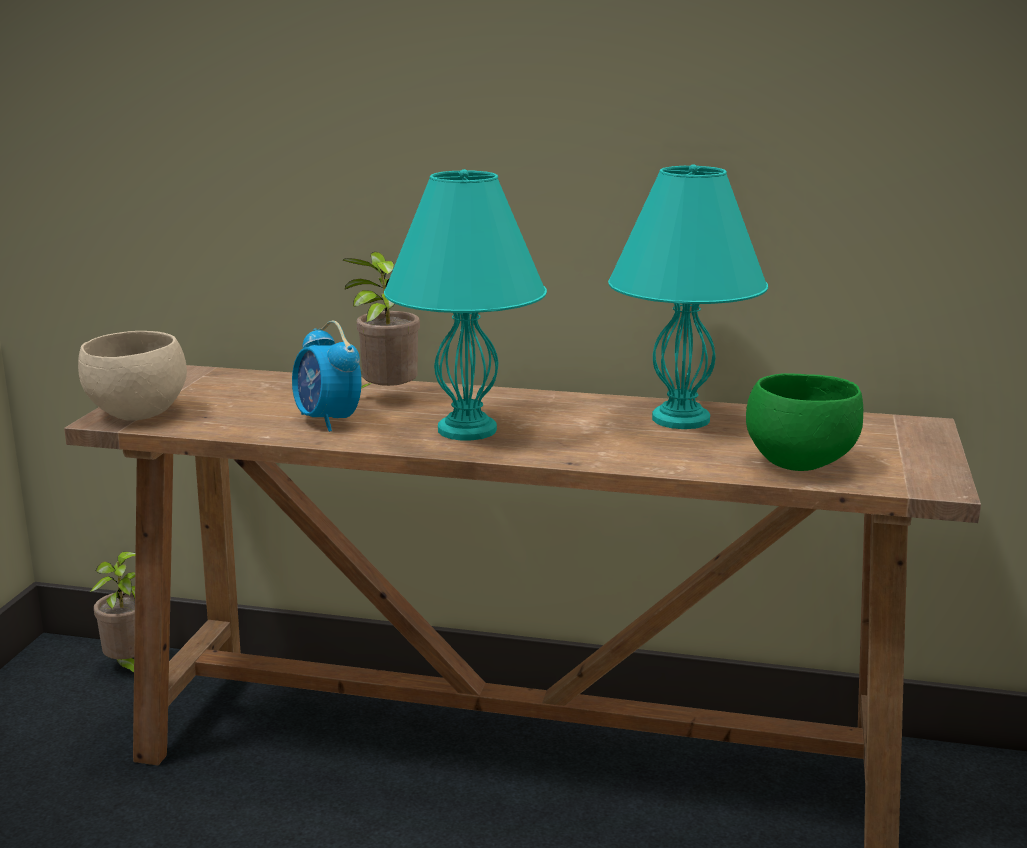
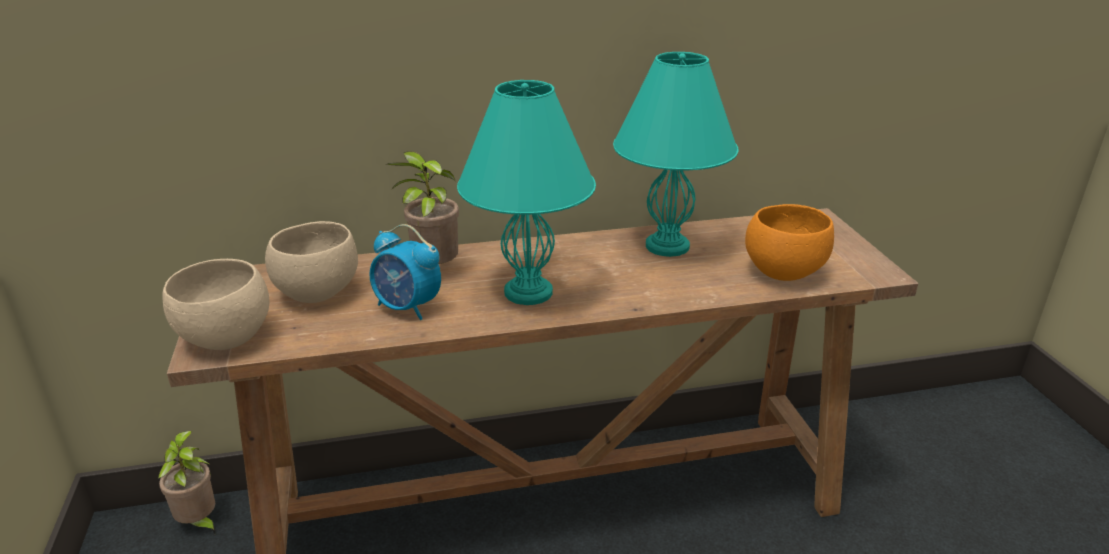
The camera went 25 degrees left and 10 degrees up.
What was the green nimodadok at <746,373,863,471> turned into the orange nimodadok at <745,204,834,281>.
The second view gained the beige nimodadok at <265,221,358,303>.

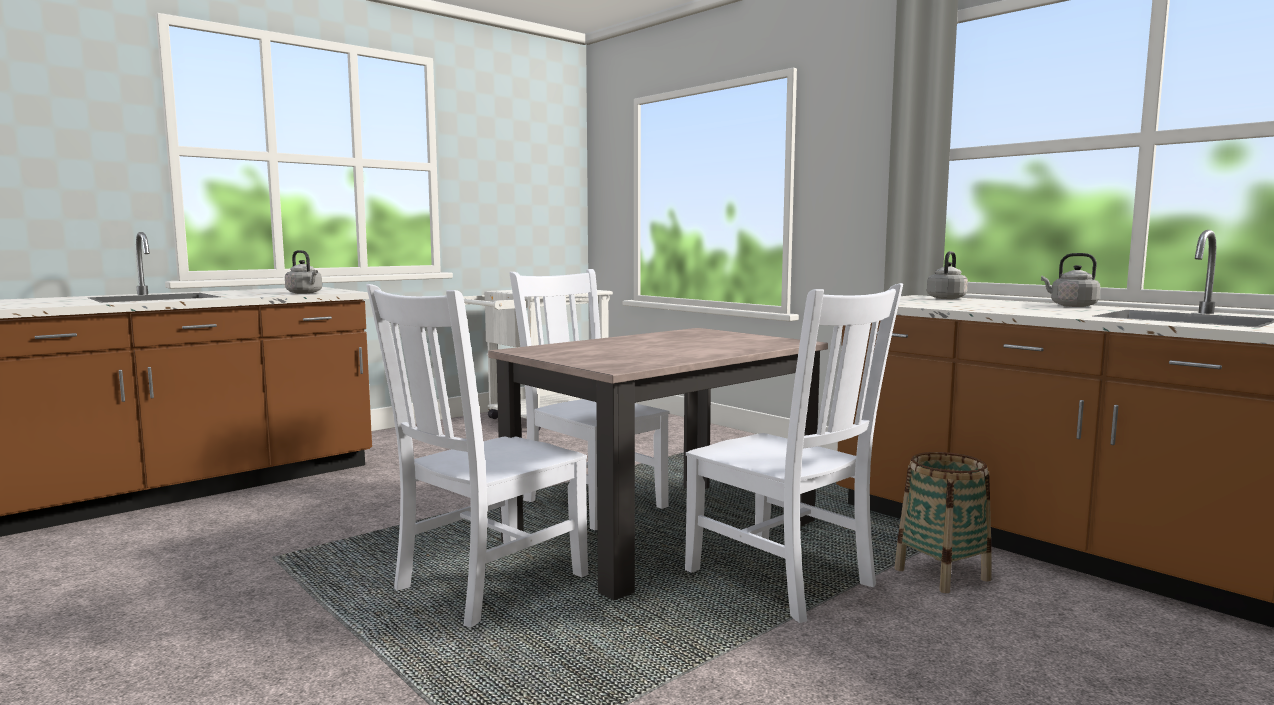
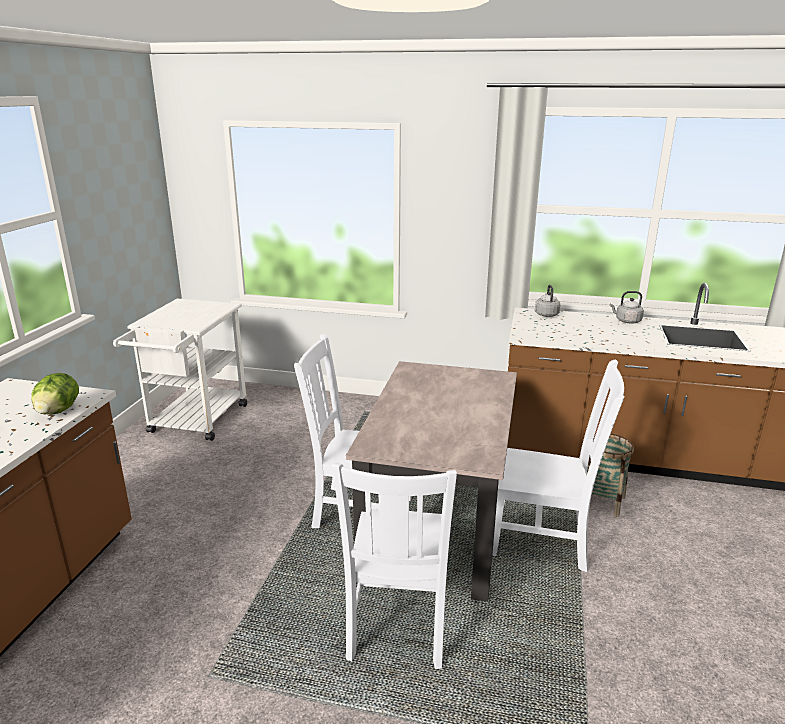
The camera went 35 degrees left and 15 degrees up.
Where the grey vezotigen stood at <285,250,322,294>, the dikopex came to stand at <32,373,79,415>.

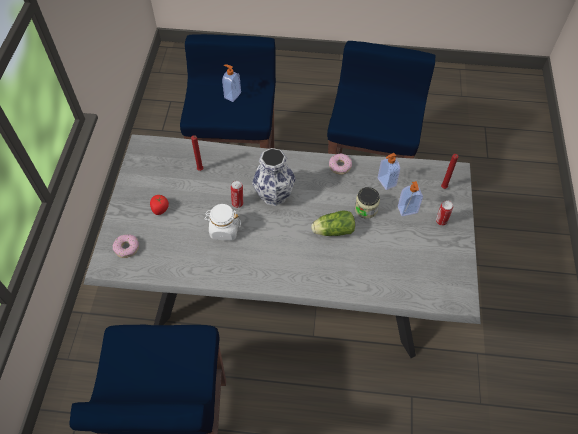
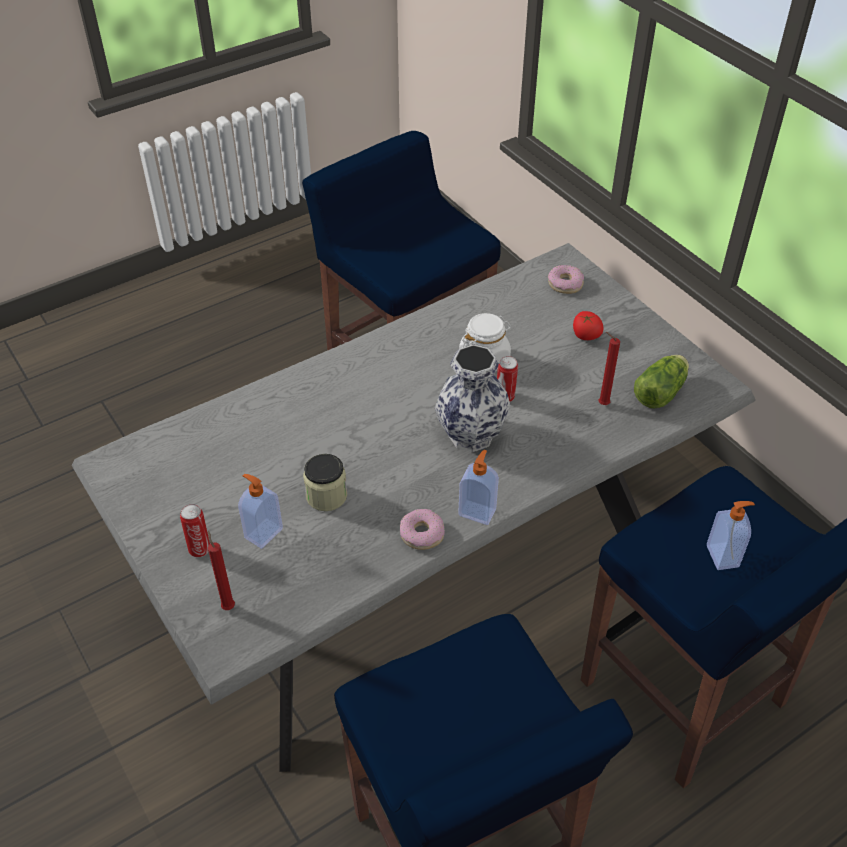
The camera went 140 degrees right and 10 degrees down.
The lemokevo ended up elsewhere, having gone from <378,153,400,190> to <458,450,499,525>.
The dikopex ended up elsewhere, having gone from <311,211,355,236> to <634,355,689,408>.

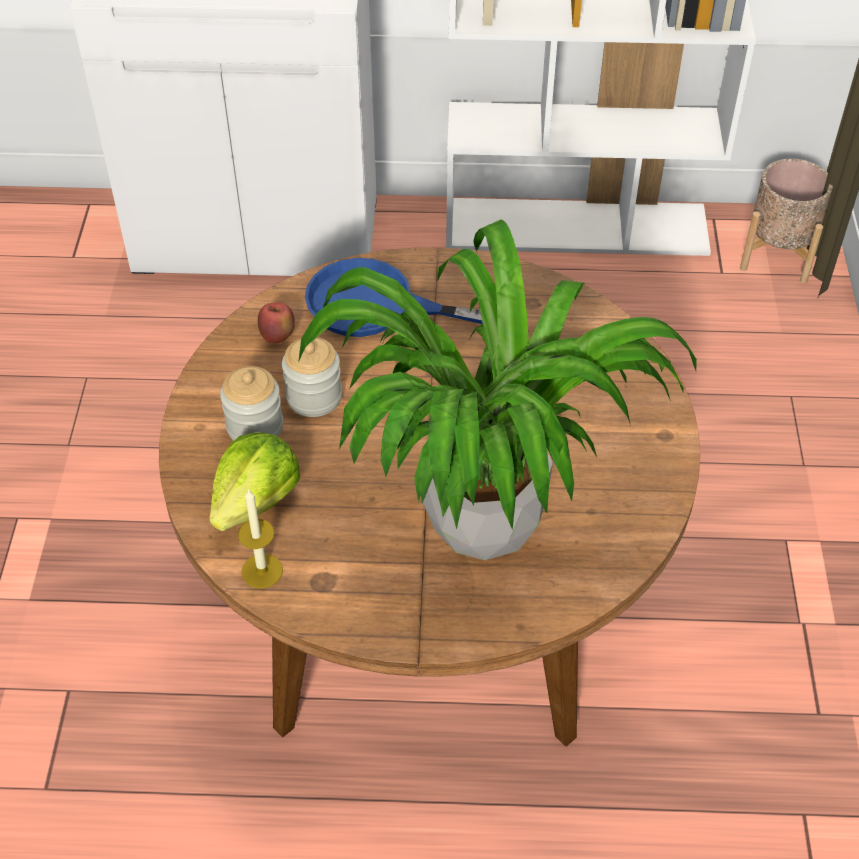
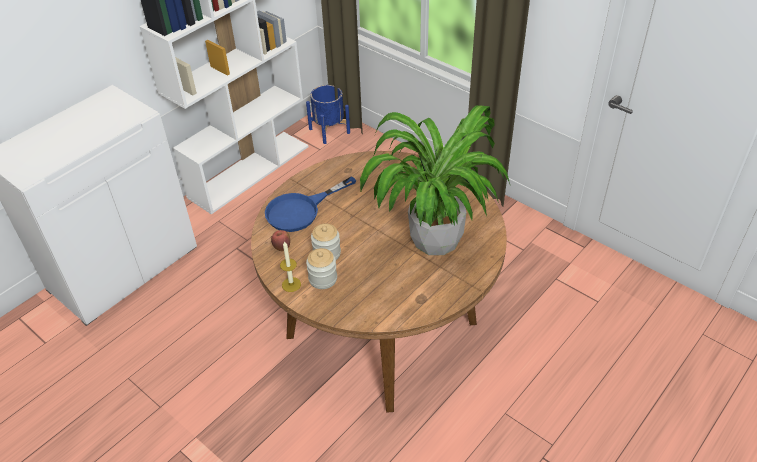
The camera went 50 degrees left and 5 degrees down.
What was the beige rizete at <740,159,833,283> turned into the blue rizete at <306,85,350,144>.
The second view lost the dikopex at <209,432,300,531>.
The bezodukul ended up elsewhere, having gone from <238,488,283,588> to <280,241,301,292>.

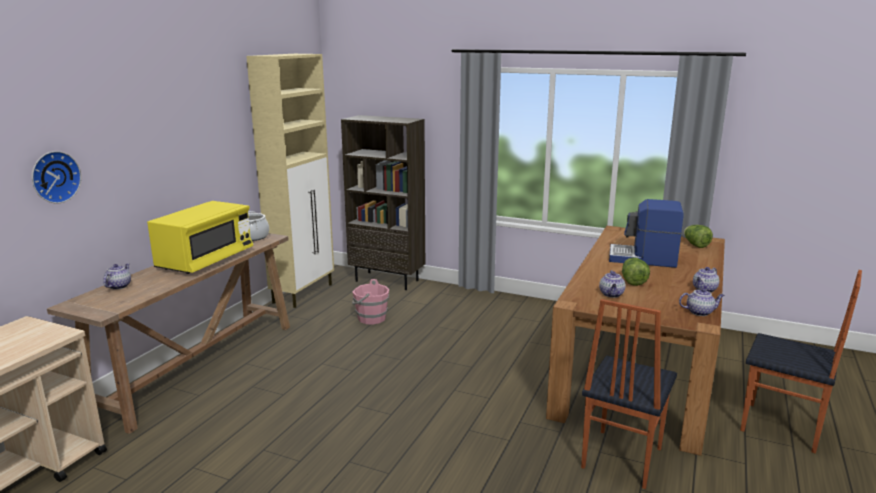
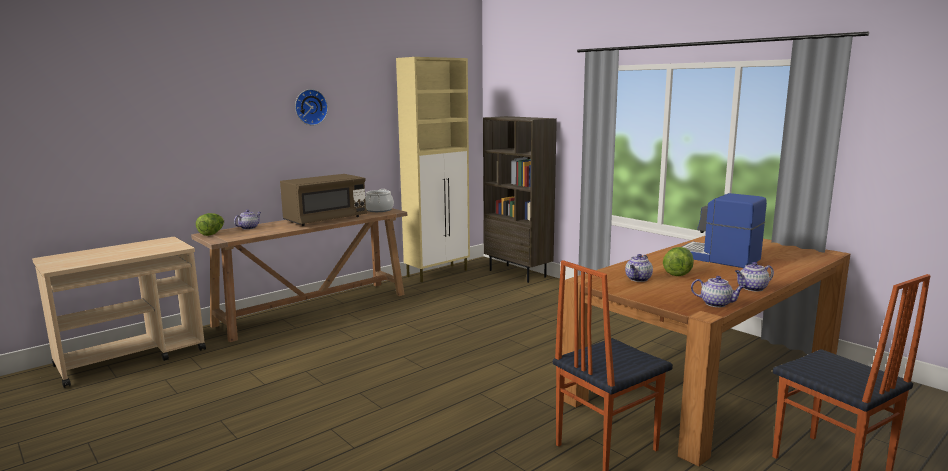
The camera went 25 degrees right and 5 degrees down.
The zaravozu ended up elsewhere, having gone from <32,151,81,203> to <295,89,328,125>.
What was the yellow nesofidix at <147,201,253,274> turned into the brown nesofidix at <280,174,367,226>.
The dikopex ended up elsewhere, having gone from <684,225,713,248> to <196,213,224,236>.
The second view lost the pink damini at <352,279,389,324>.

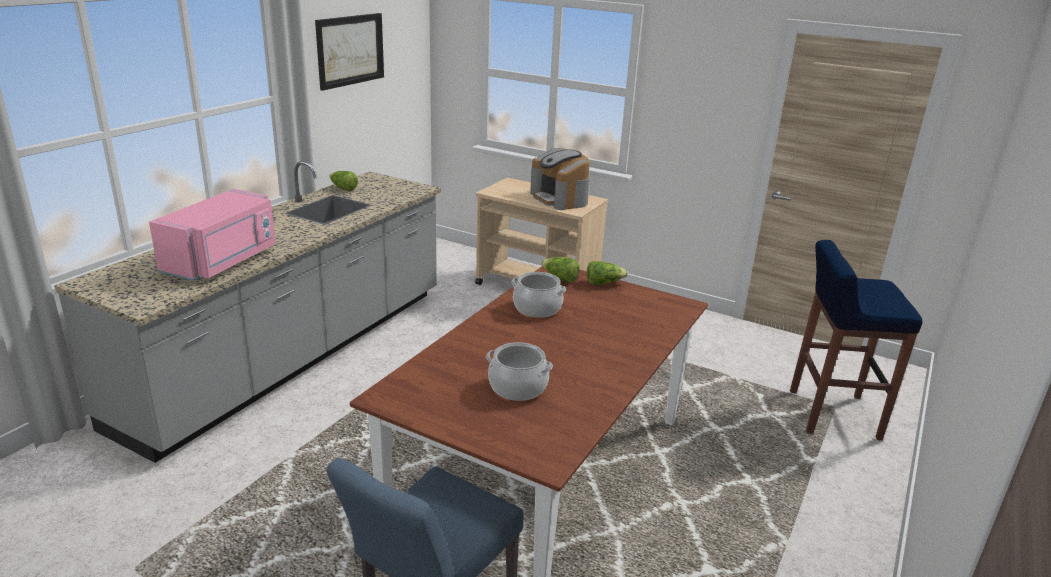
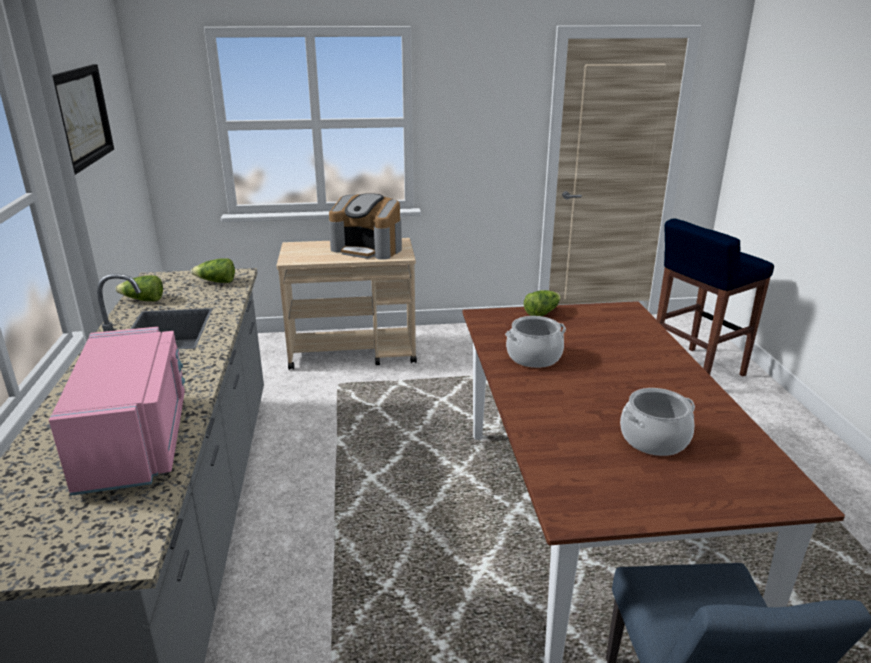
The camera went 35 degrees left and 0 degrees up.
The dikopex ended up elsewhere, having gone from <541,257,580,282> to <191,258,235,283>.

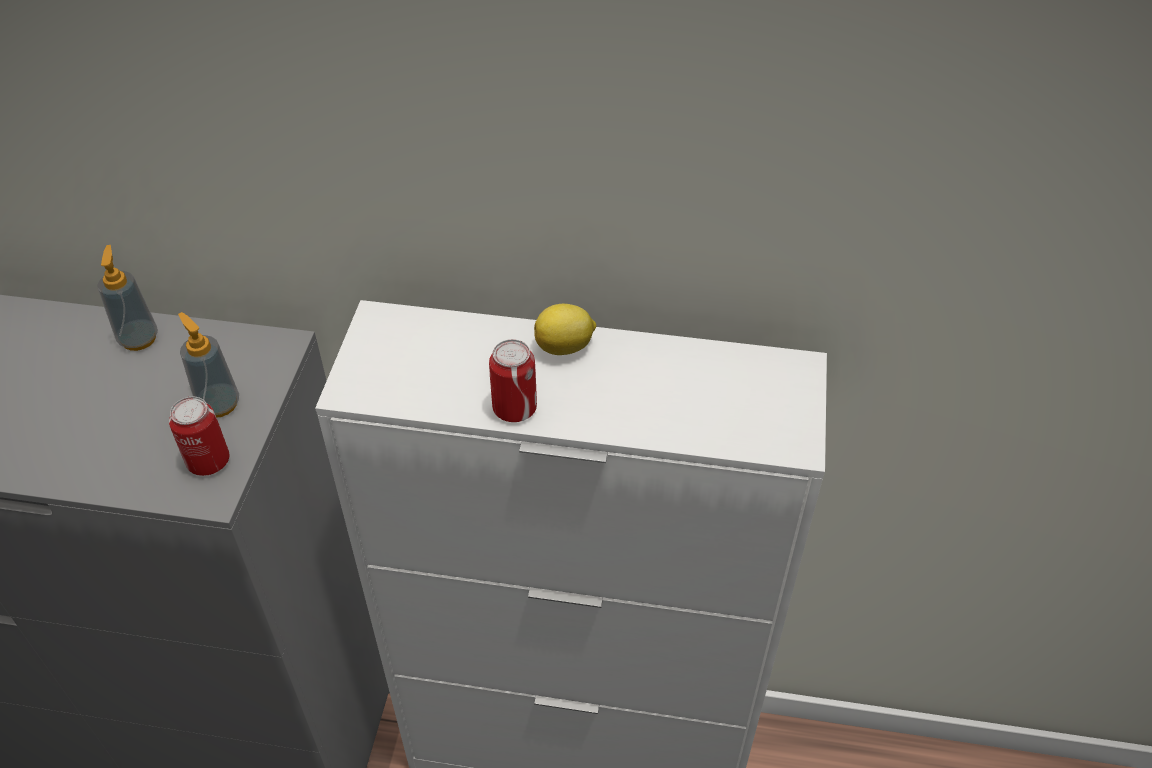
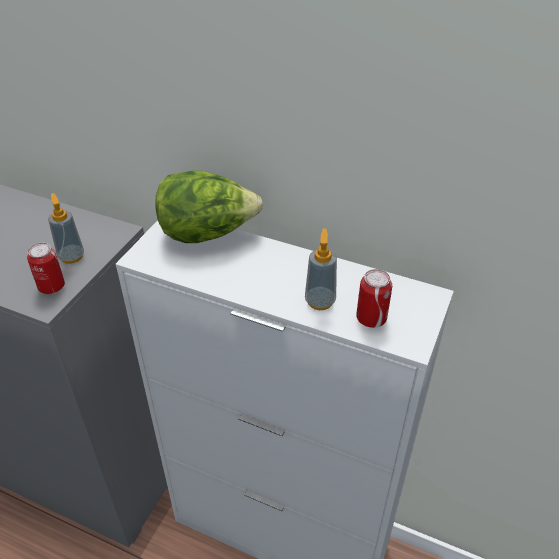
The camera went 15 degrees right and 5 degrees down.
The lemokevo ended up elsewhere, having gone from <97,245,158,351> to <305,228,337,310>.
The second view lost the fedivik at <534,304,596,355>.
The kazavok ended up elsewhere, having gone from <489,339,537,422> to <356,269,392,328>.
The second view gained the dikopex at <155,170,263,243>.

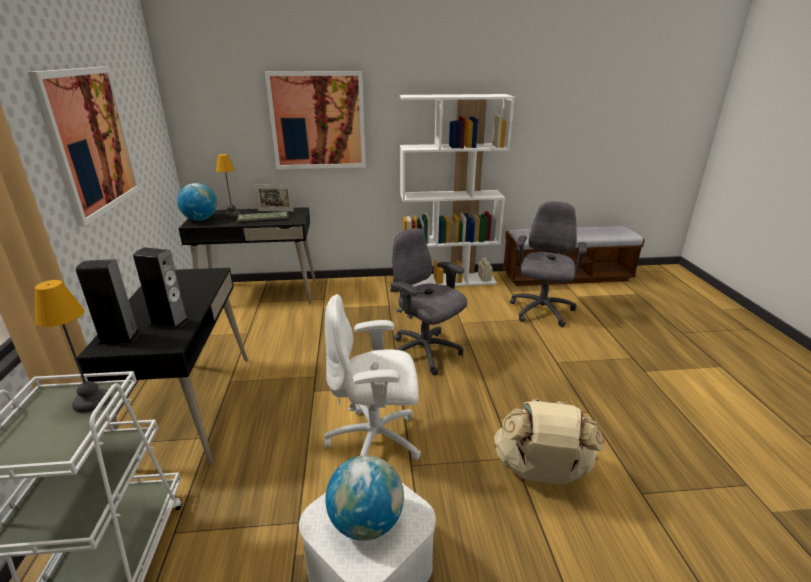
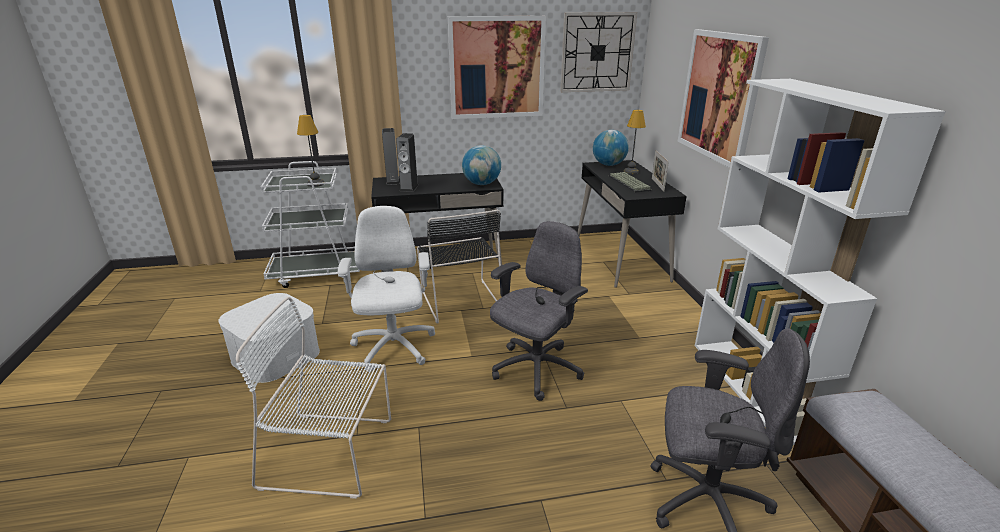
The camera went 85 degrees right and 0 degrees up.
Where the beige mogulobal stood at <494,399,604,484>, the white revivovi came to stand at <236,297,391,499>.
The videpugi ended up elsewhere, having gone from <325,455,404,541> to <462,145,501,185>.
The second view gained the zaravozu at <560,12,637,92>.
The second view gained the black revivovi at <417,209,501,324>.

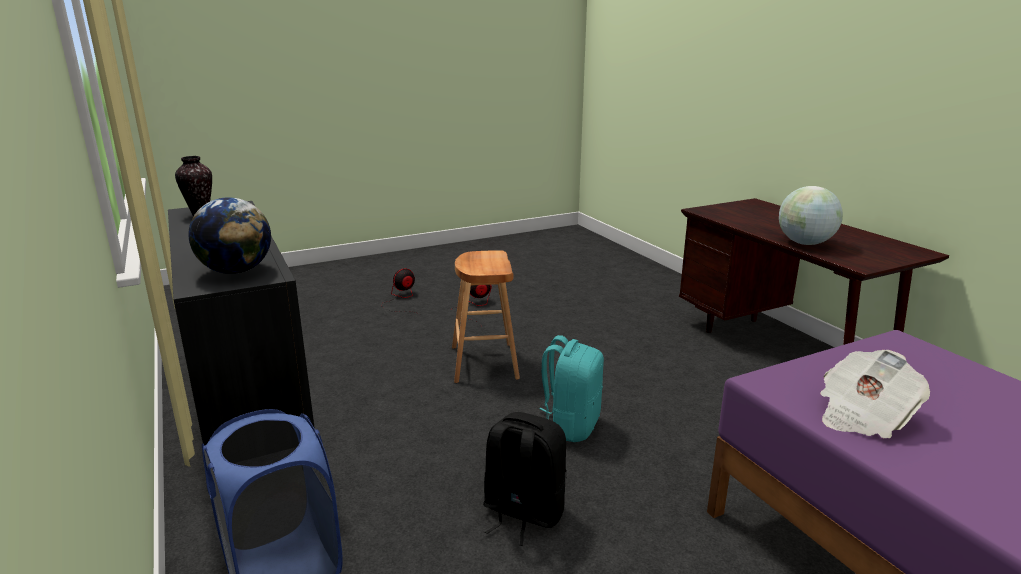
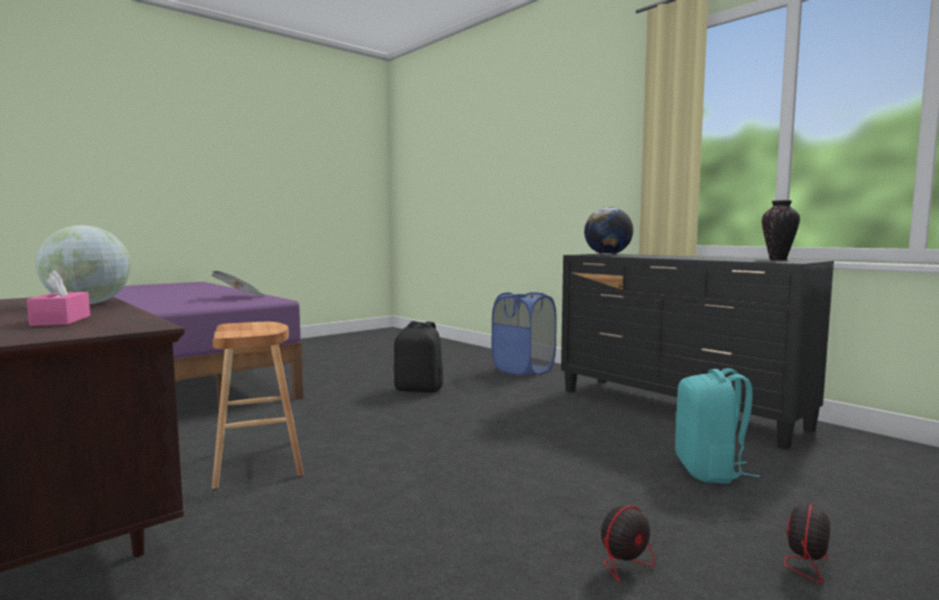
The camera went 165 degrees right and 15 degrees down.
The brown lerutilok ended up elsewhere, having gone from <452,250,520,383> to <212,322,304,489>.
The turquoise mogulobal ended up elsewhere, having gone from <540,335,604,442> to <675,368,760,484>.
The second view gained the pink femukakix at <27,270,90,326>.

